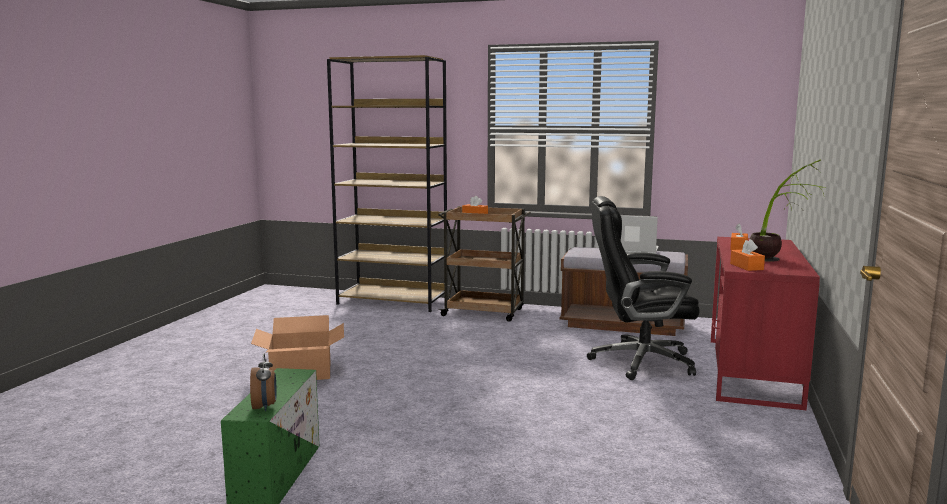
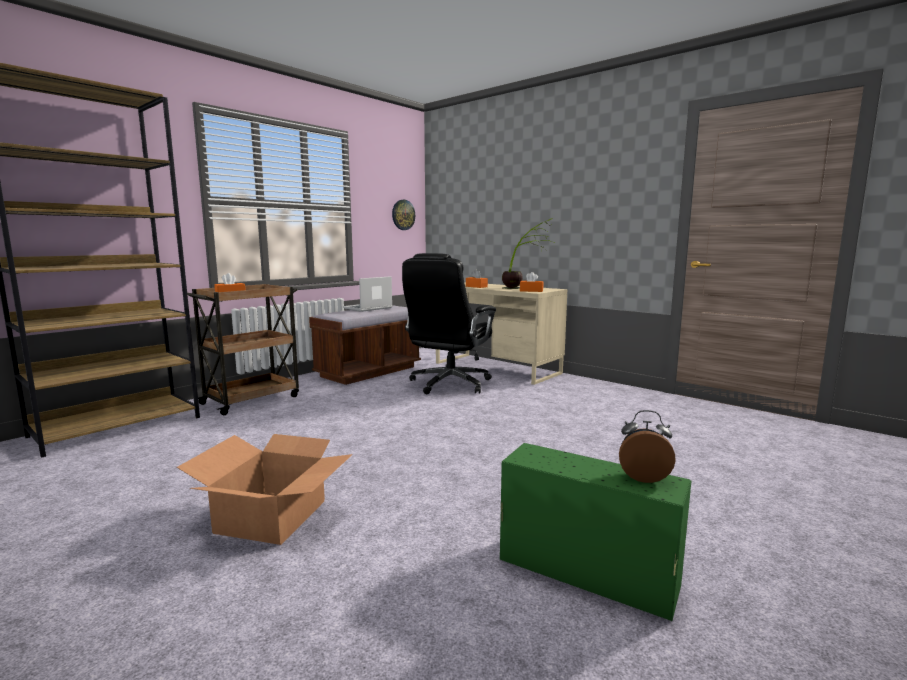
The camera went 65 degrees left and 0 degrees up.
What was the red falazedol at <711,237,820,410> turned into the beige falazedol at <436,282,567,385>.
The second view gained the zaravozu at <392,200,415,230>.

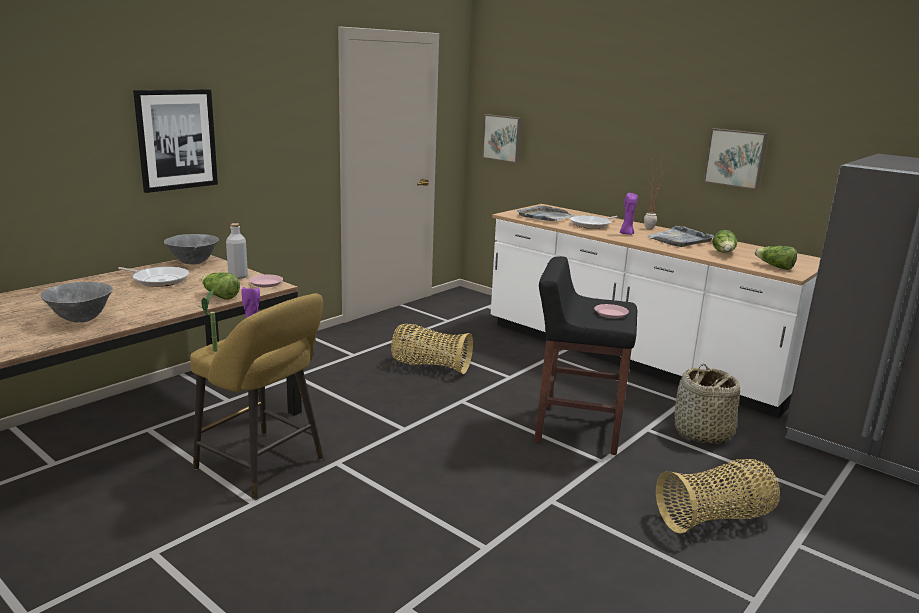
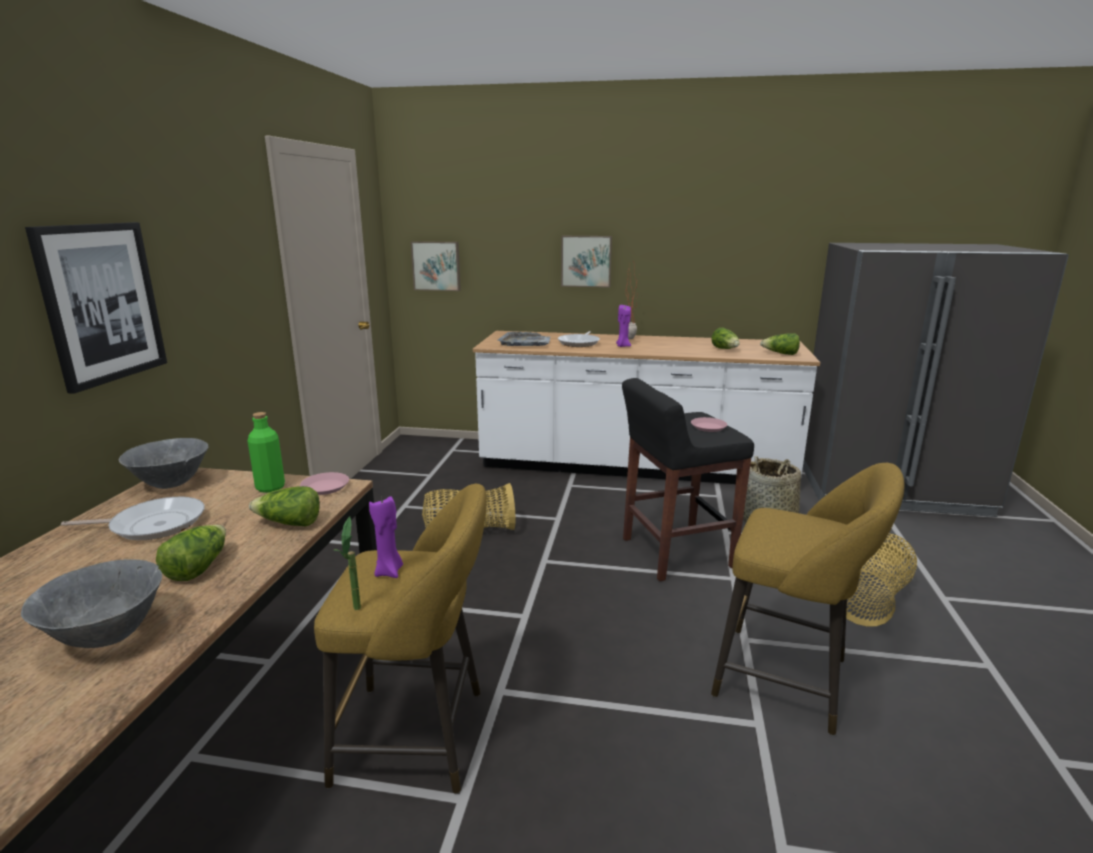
The camera went 30 degrees left and 0 degrees up.
The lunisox ended up elsewhere, having gone from <703,128,768,190> to <561,236,612,288>.
What was the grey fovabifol at <226,223,248,279> turned into the green fovabifol at <248,412,285,493>.
The second view lost the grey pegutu at <646,226,715,247>.
The second view gained the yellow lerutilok at <711,463,905,735>.
The second view gained the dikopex at <156,525,226,581>.

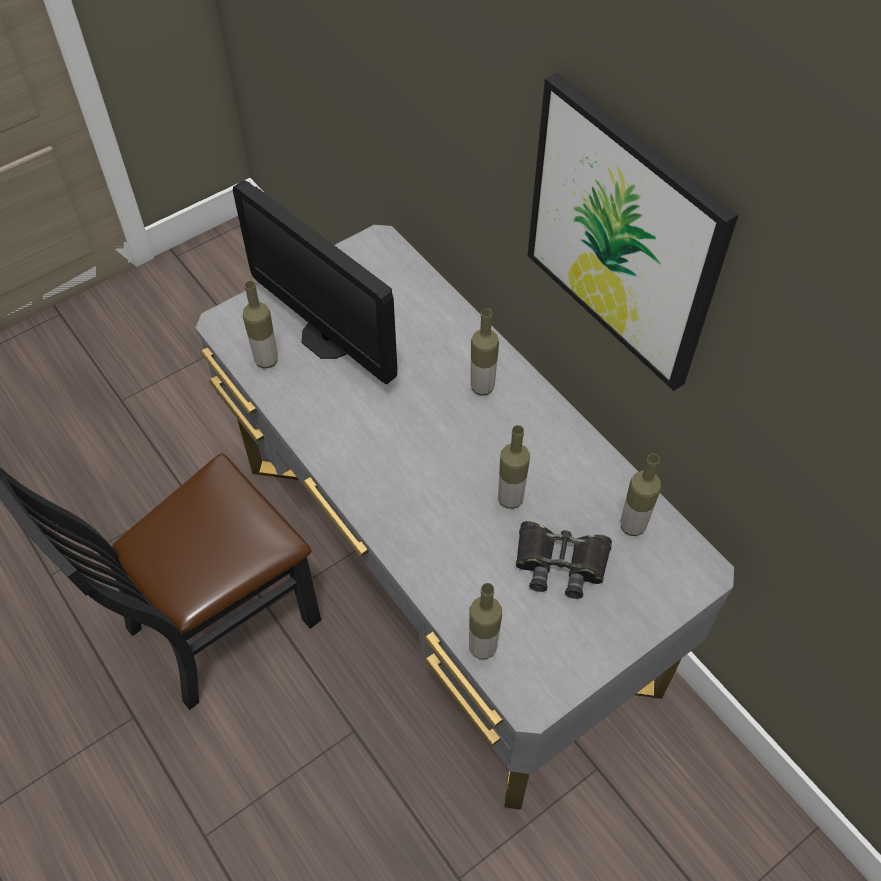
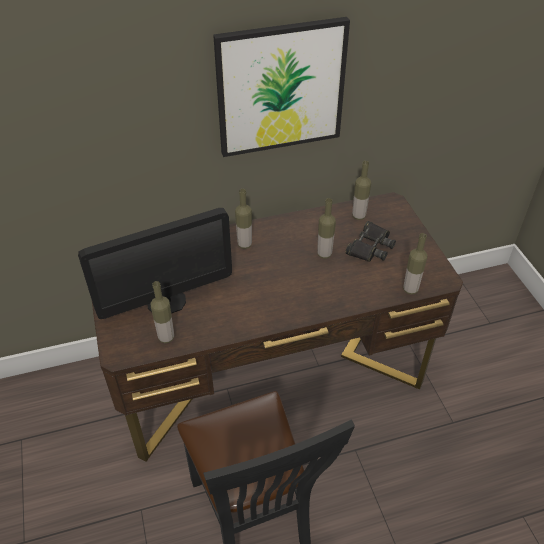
The camera went 70 degrees left and 10 degrees down.
What was the grey falazedol at <195,225,734,810> turned into the brown falazedol at <92,192,463,462>.

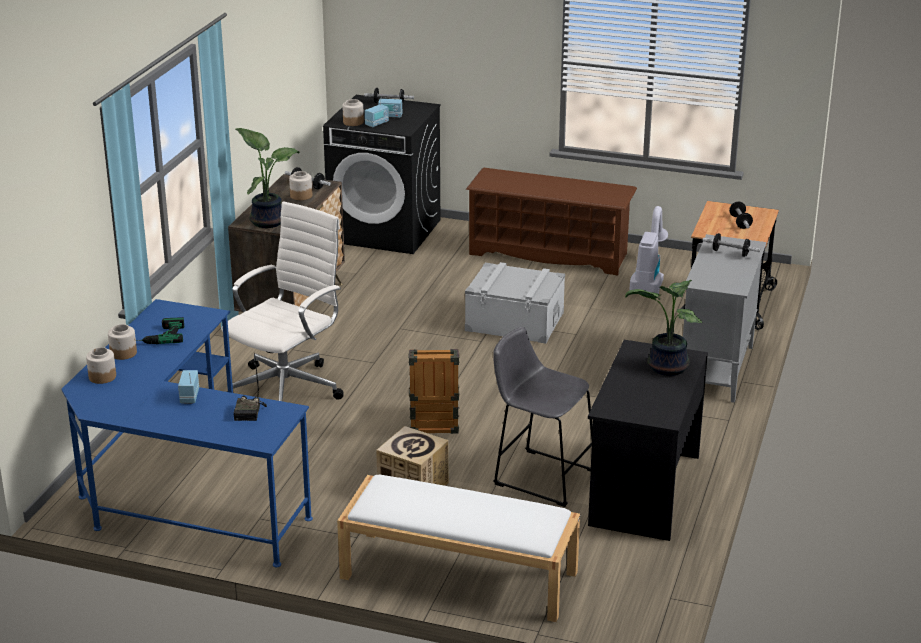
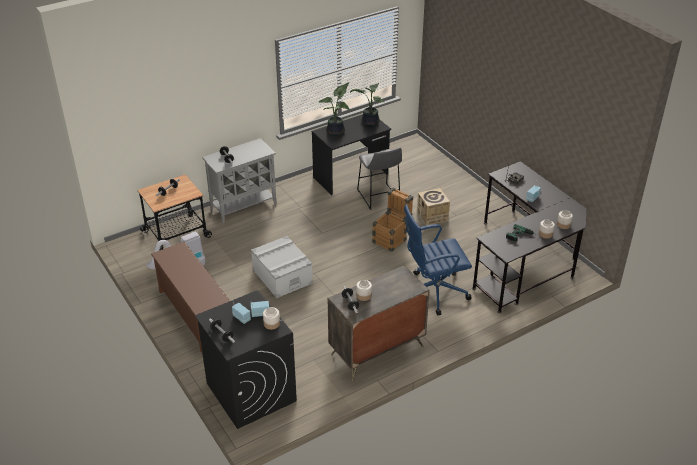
The camera went 140 degrees left and 10 degrees up.
The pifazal ended up elsewhere, having gone from <236,128,300,228> to <350,83,384,126>.
What was the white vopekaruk at <221,201,343,401> turned into the blue vopekaruk at <404,204,472,315>.
What was the blue falazedol at <61,299,313,567> turned into the black falazedol at <472,161,586,313>.
The second view lost the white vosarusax at <337,475,580,622>.

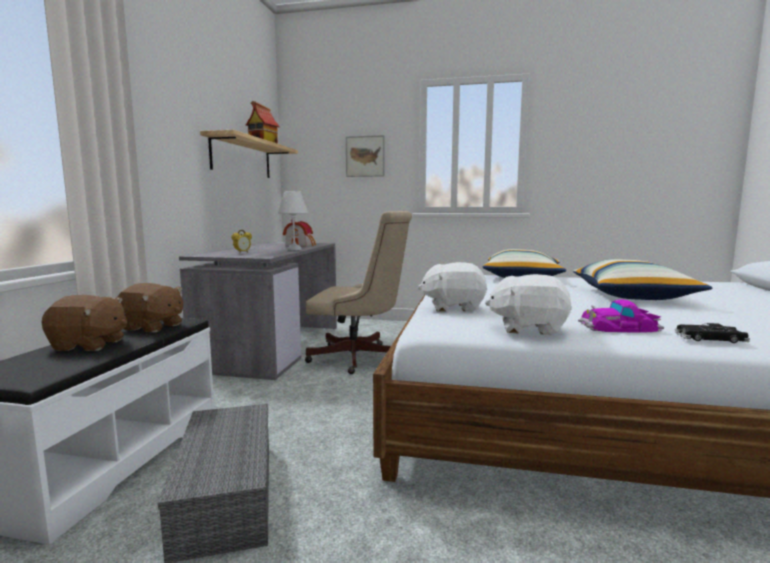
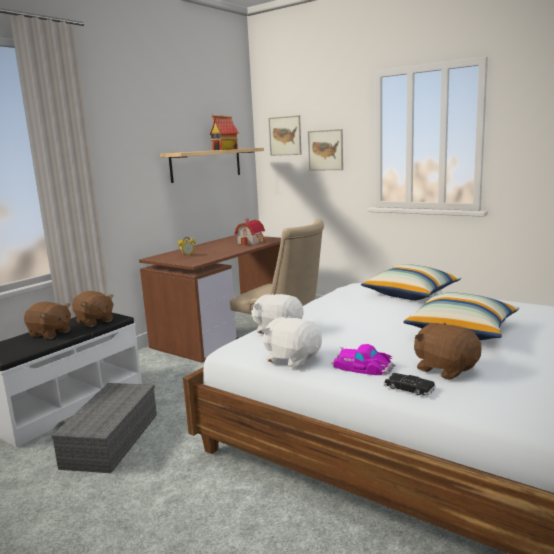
The camera went 25 degrees right and 5 degrees up.
The second view lost the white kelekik at <278,191,308,250>.
What was the grey falazedol at <179,242,337,380> turned into the brown falazedol at <139,234,281,363>.
The second view gained the lunisox at <268,115,302,156>.
The second view gained the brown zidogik at <414,323,481,380>.

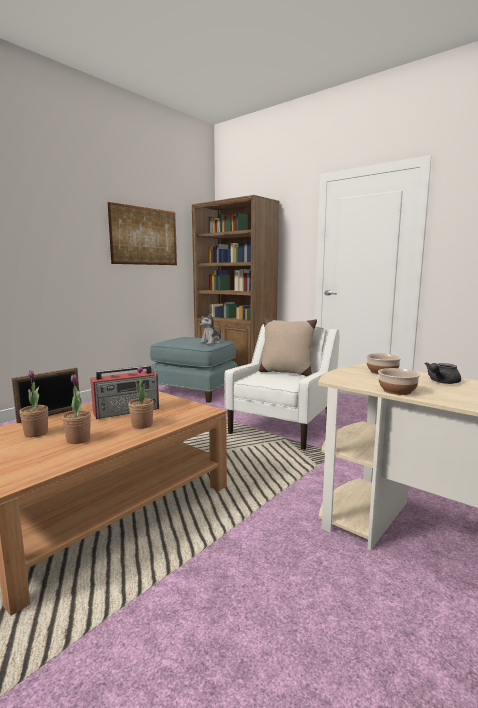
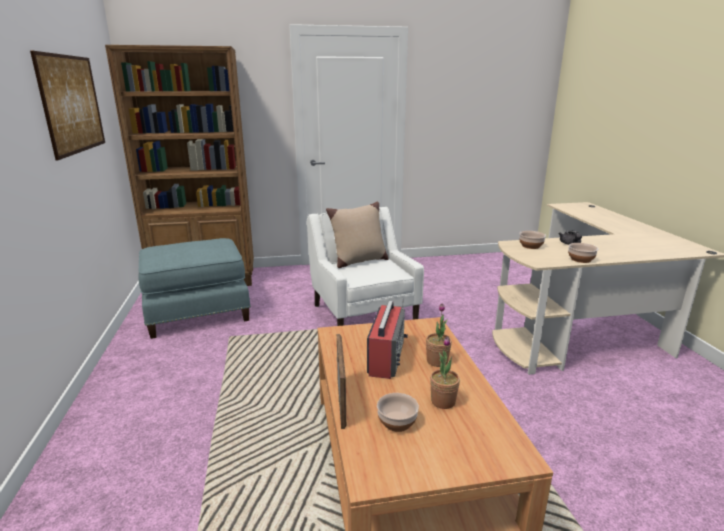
The camera went 50 degrees left and 10 degrees up.
The second view lost the zidogik at <199,313,222,344>.
Where the pifazal stood at <19,371,48,437>, the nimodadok came to stand at <377,393,419,432>.

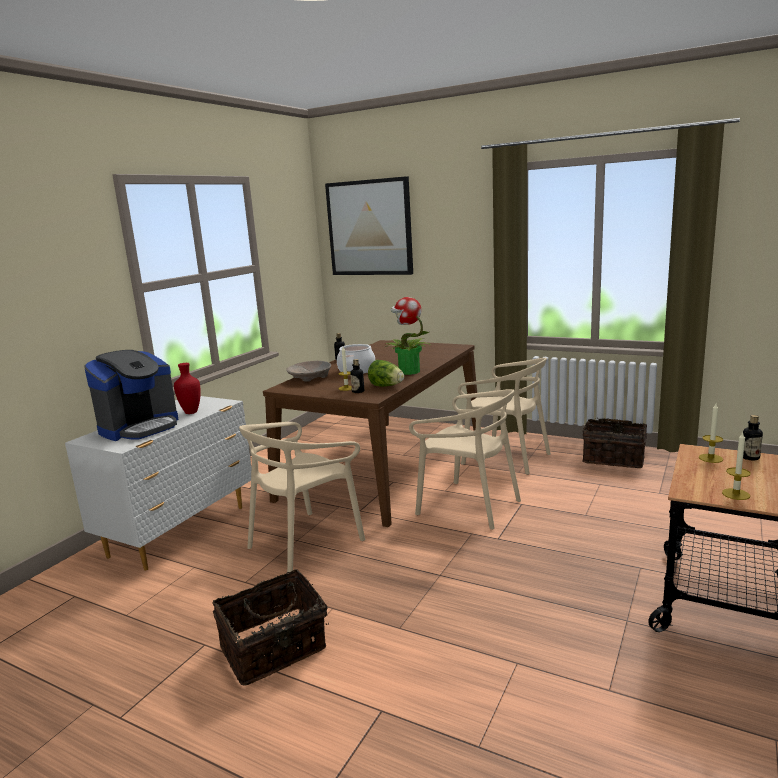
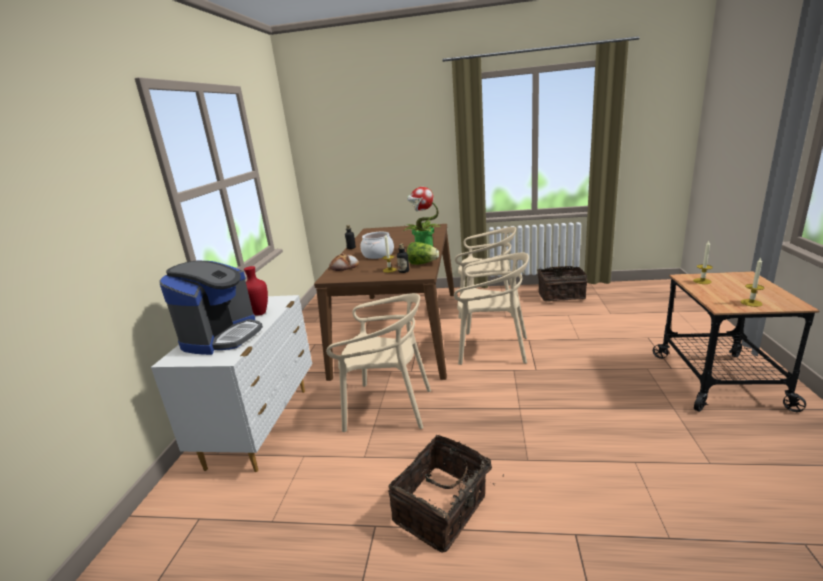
The camera went 20 degrees left and 5 degrees up.
The second view lost the lunisox at <325,176,413,275>.
Where the beige nimodadok stood at <286,361,331,382>, the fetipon came to stand at <329,253,359,271>.
The second view lost the fovabifol at <743,415,763,460>.
The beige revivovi at <239,422,365,572> ended up facing another way, 105 degrees counterclockwise from before.

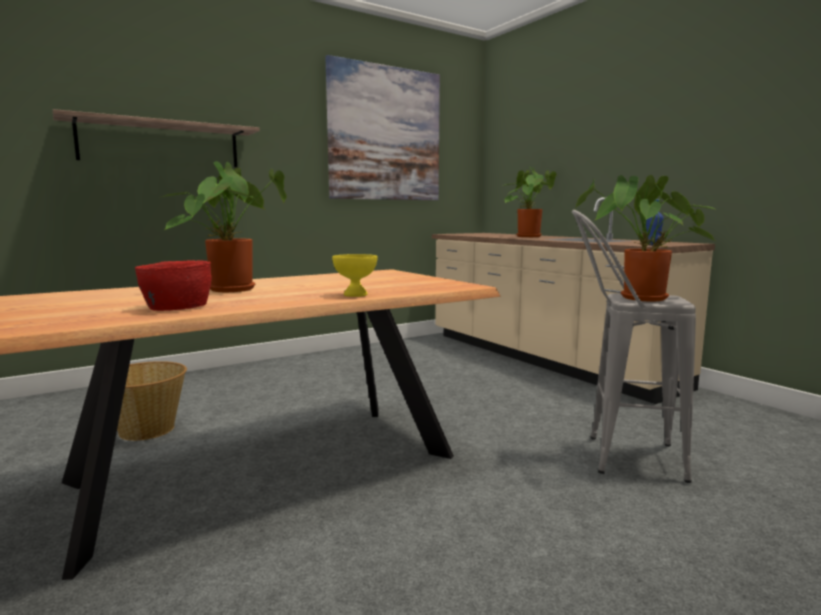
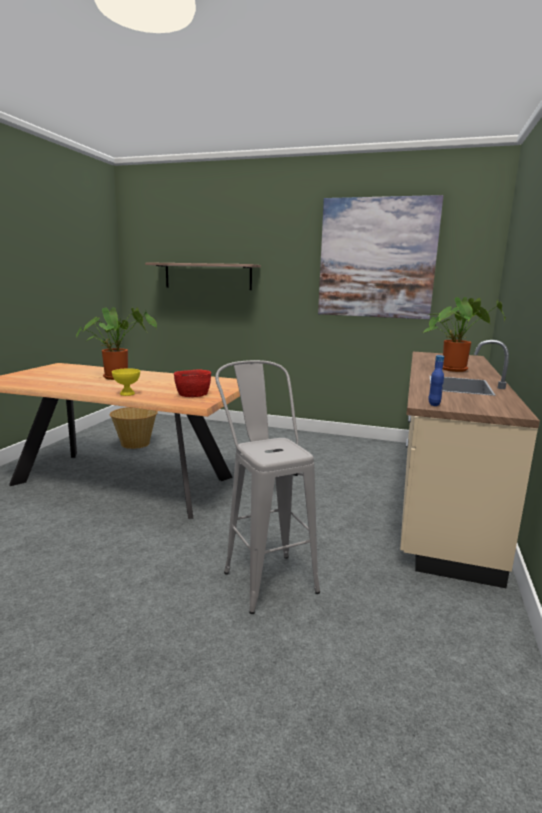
The camera went 50 degrees right and 5 degrees up.
The second view lost the pifazal at <575,175,718,301>.
The red nimodadok ended up elsewhere, having gone from <135,260,211,311> to <174,369,211,397>.

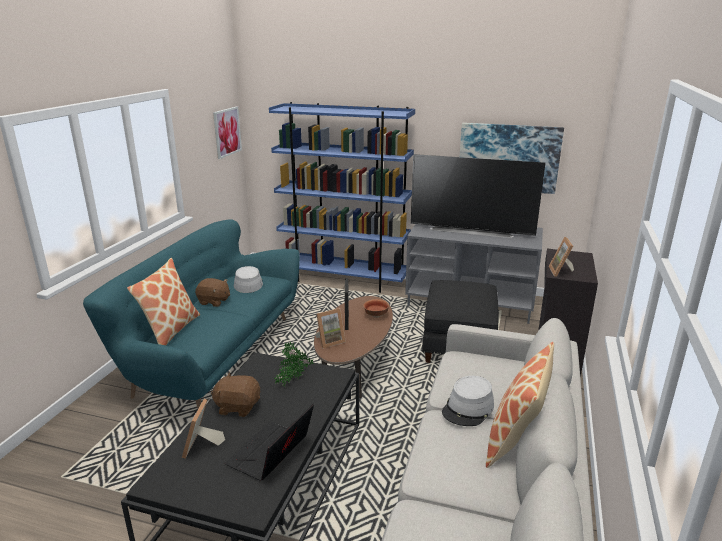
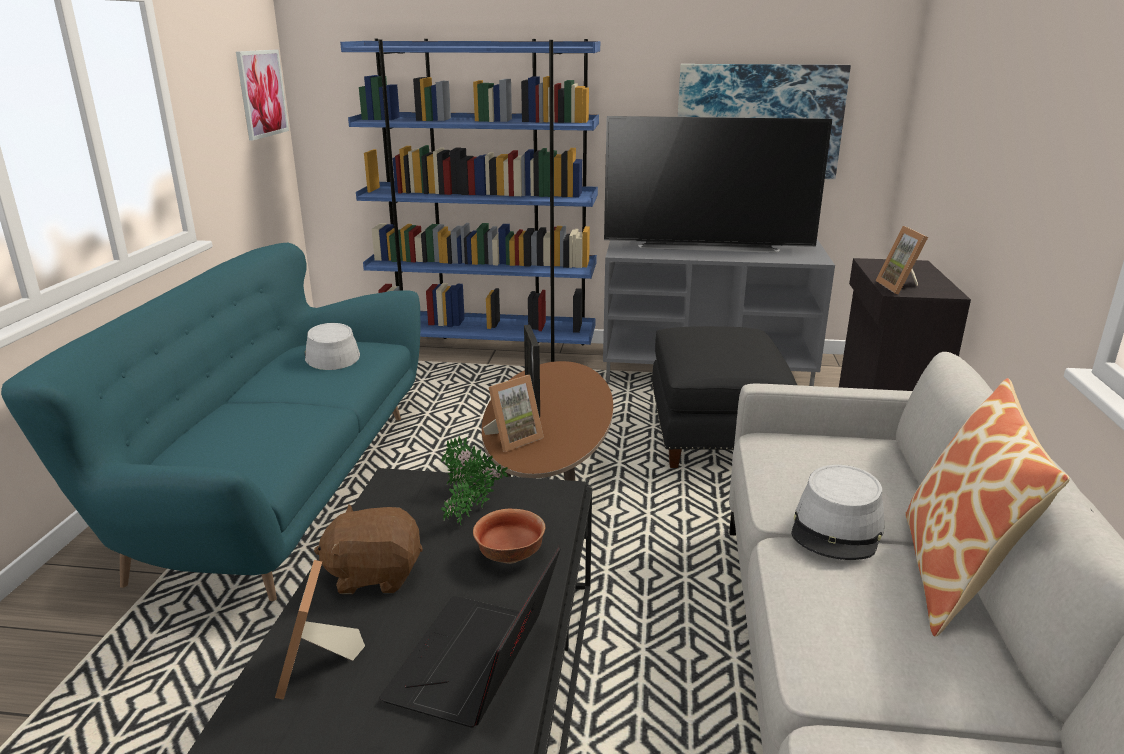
The camera went 10 degrees left and 0 degrees up.
The second view lost the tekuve at <127,258,200,345>.
The second view lost the brown zidogik at <195,278,230,307>.
The nimodadok ended up elsewhere, having gone from <363,299,389,318> to <473,509,545,564>.

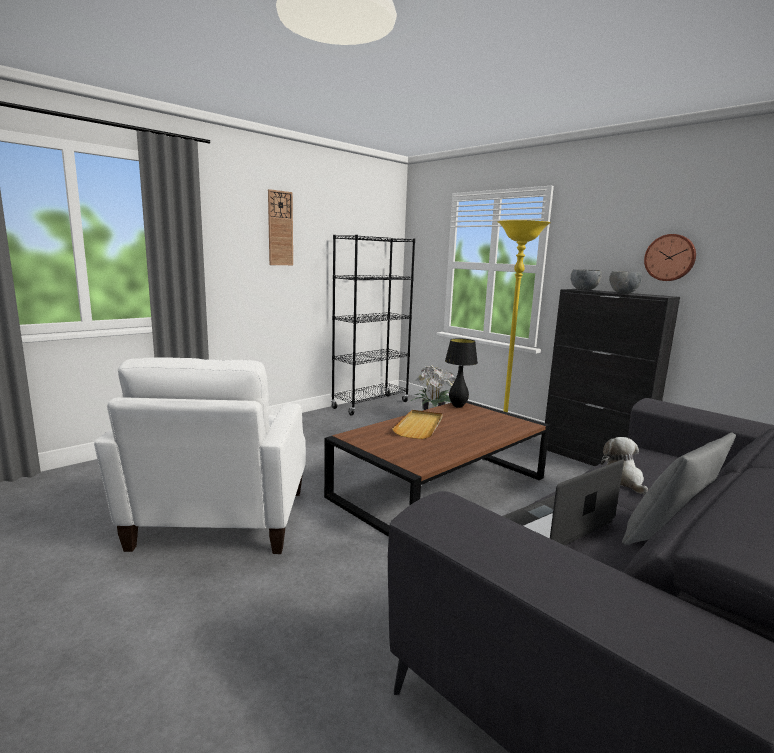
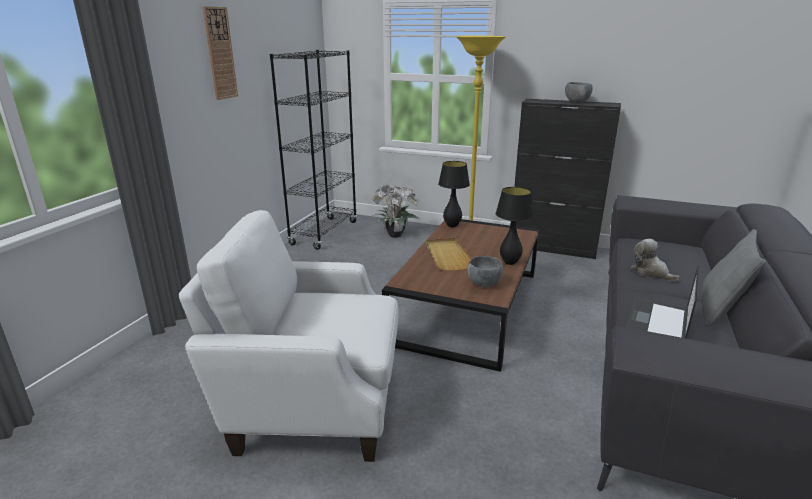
The camera went 25 degrees left and 10 degrees up.
The second view lost the zaravozu at <644,234,696,281>.
The grey nimodadok ended up elsewhere, having gone from <570,269,602,290> to <468,256,503,287>.
The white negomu at <94,358,306,554> ended up facing another way, 120 degrees clockwise from before.
The second view gained the black kelekik at <496,187,533,265>.

